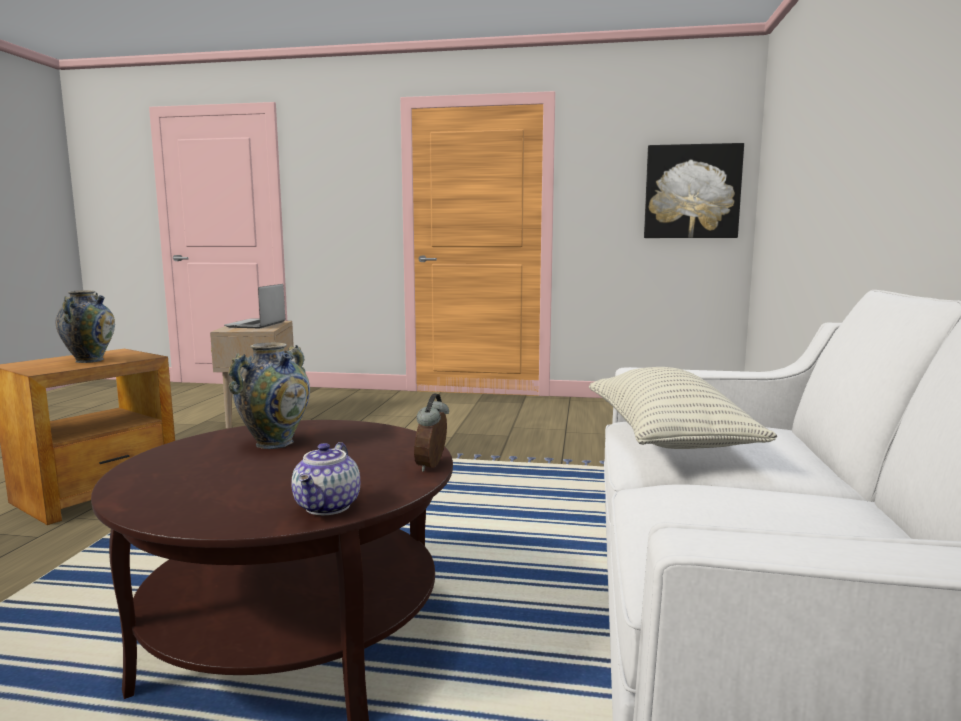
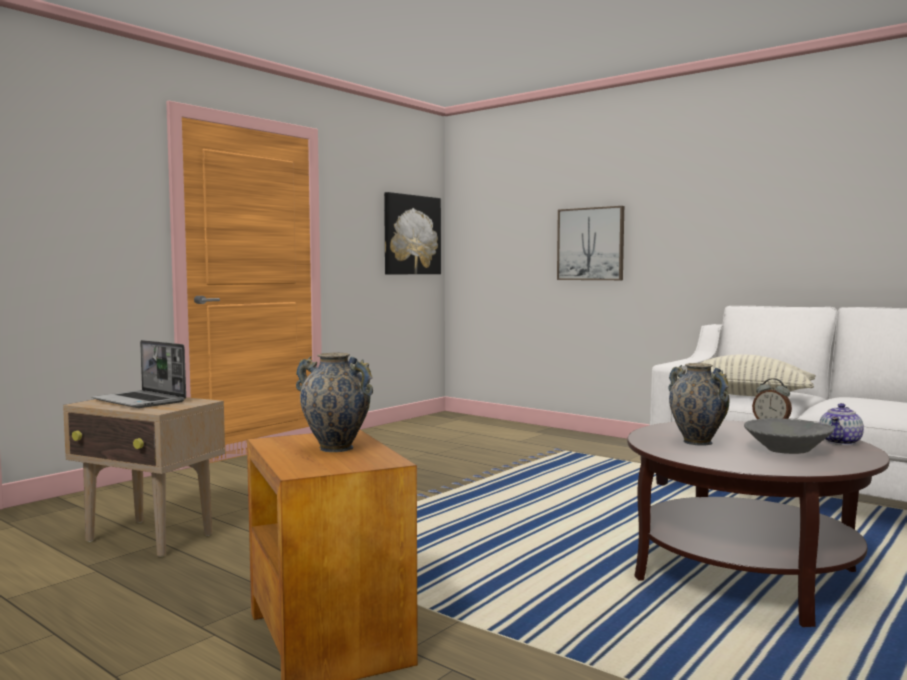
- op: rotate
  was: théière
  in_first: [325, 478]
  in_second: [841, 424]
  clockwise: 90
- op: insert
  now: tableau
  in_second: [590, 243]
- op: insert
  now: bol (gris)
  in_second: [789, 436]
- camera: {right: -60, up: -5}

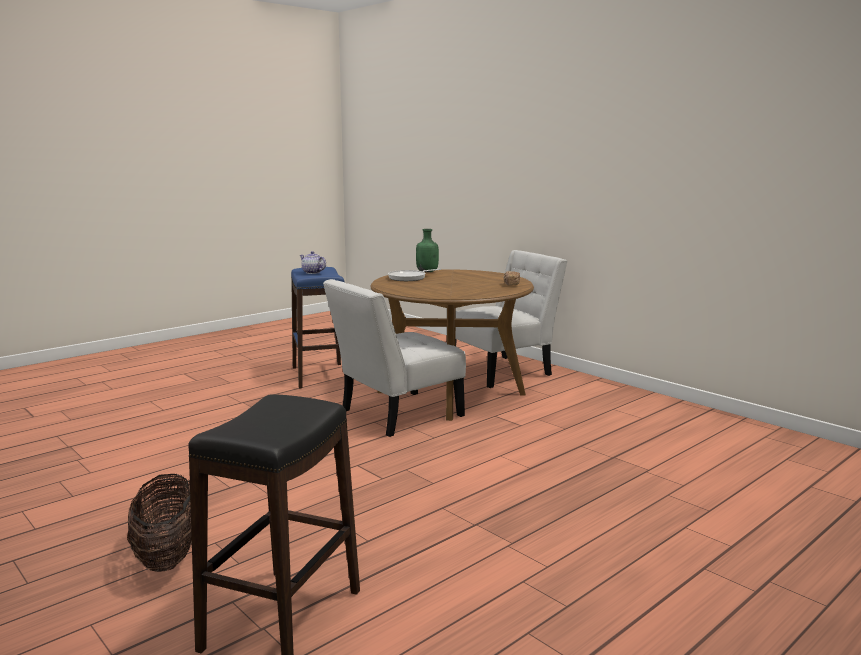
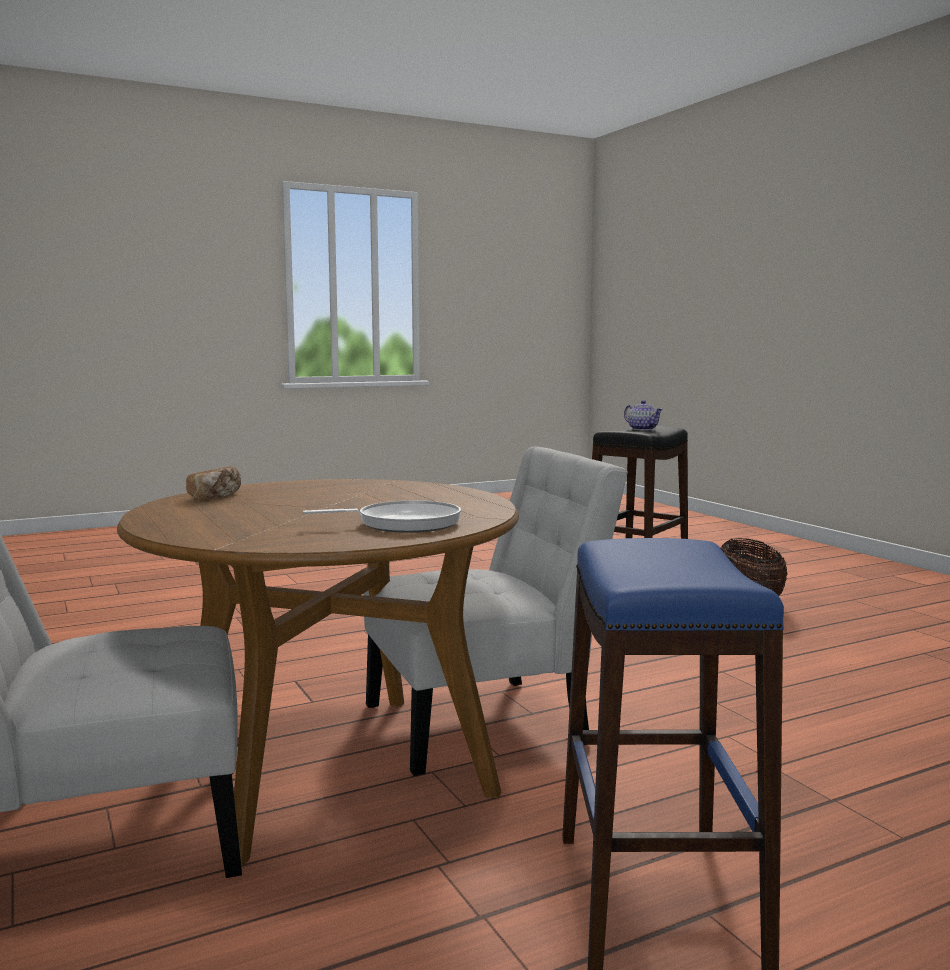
- op: move
  was: théière
  in_first: [313, 262]
  in_second: [643, 415]
- op: delete
  was: bouteille (vert)
  in_first: [427, 250]
- camera: {right: -165, up: -5}

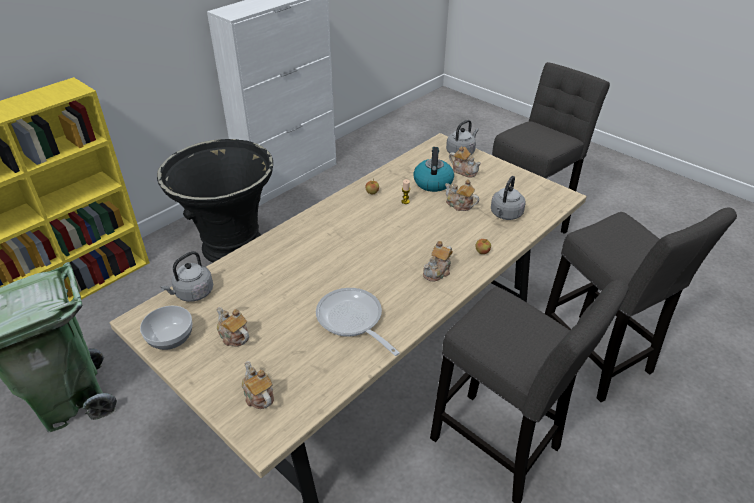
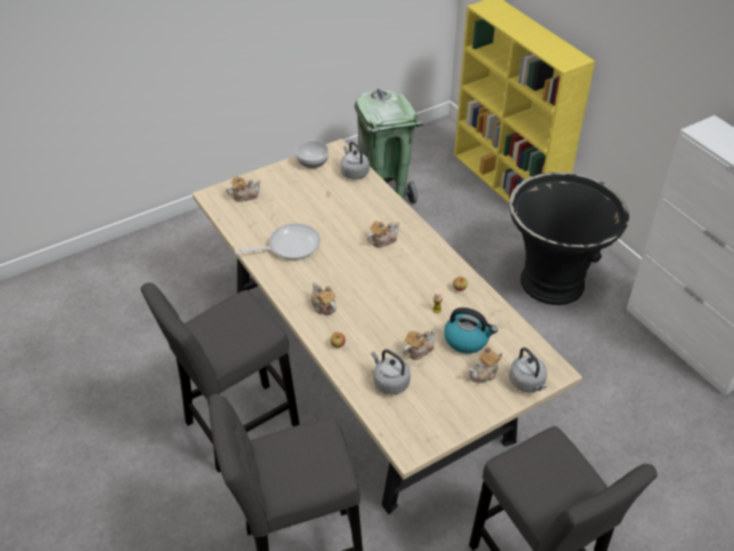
- op: move
  was: théière
  in_first: [232, 327]
  in_second: [383, 234]
- camera: {right: 105, up: 5}

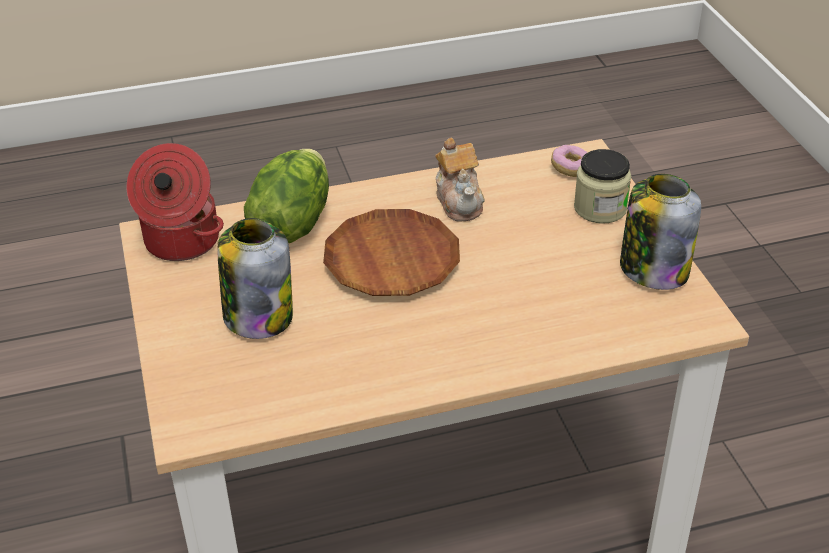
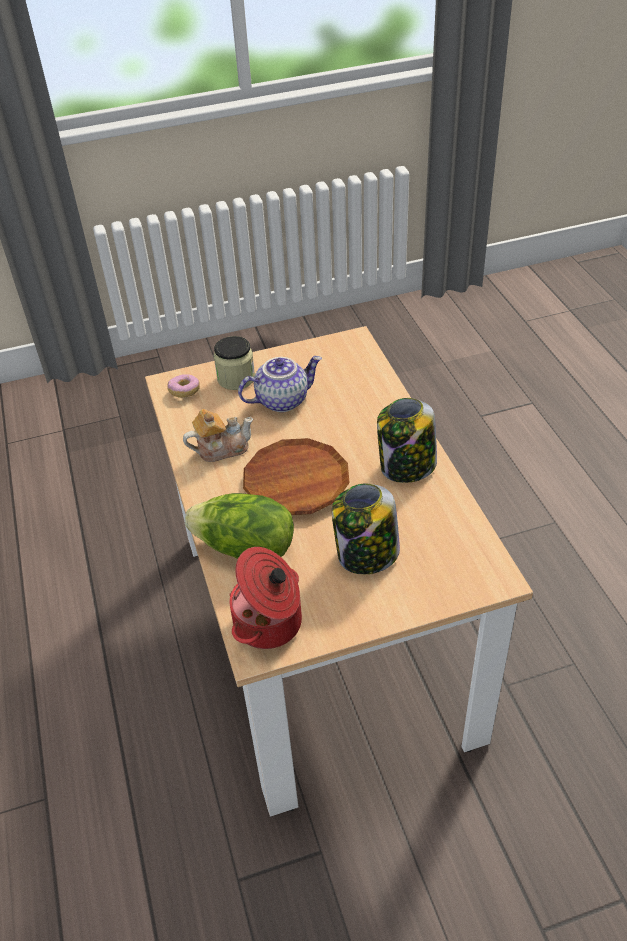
- op: move
  was: bocal
  in_first: [660, 232]
  in_second: [407, 440]
- op: insert
  now: théière
  in_second: [280, 384]
- camera: {right: -90, up: 5}

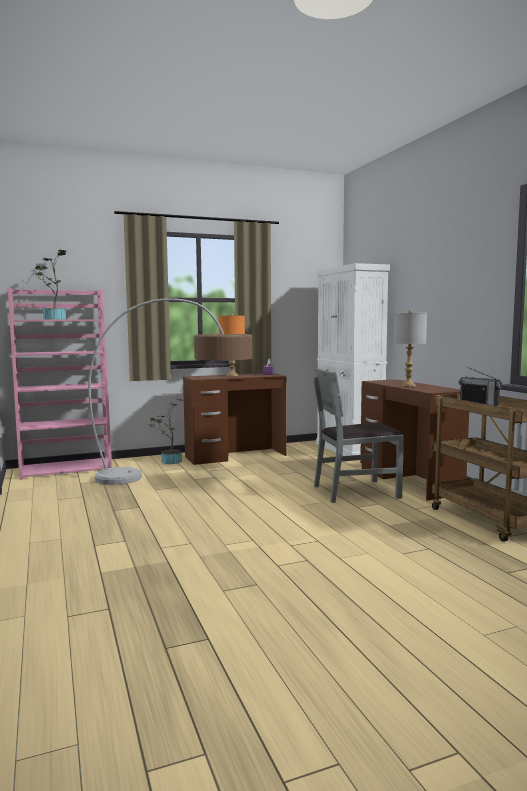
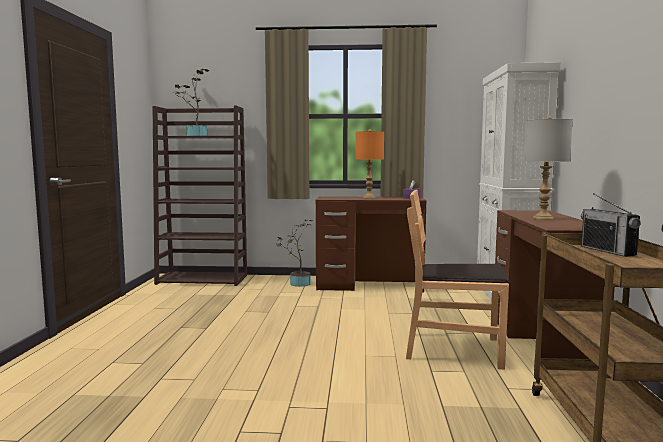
- op: recolor
  was: bibliothèque (rose)
  now: bibliothèque (marron)
  in_first: [60, 384]
  in_second: [200, 195]
- op: delete
  was: lampadaire
  in_first: [170, 391]
- op: recolor
  was: chaise (gris)
  now: chaise (marron)
  in_first: [358, 435]
  in_second: [457, 280]
- camera: {right: 25, up: 0}

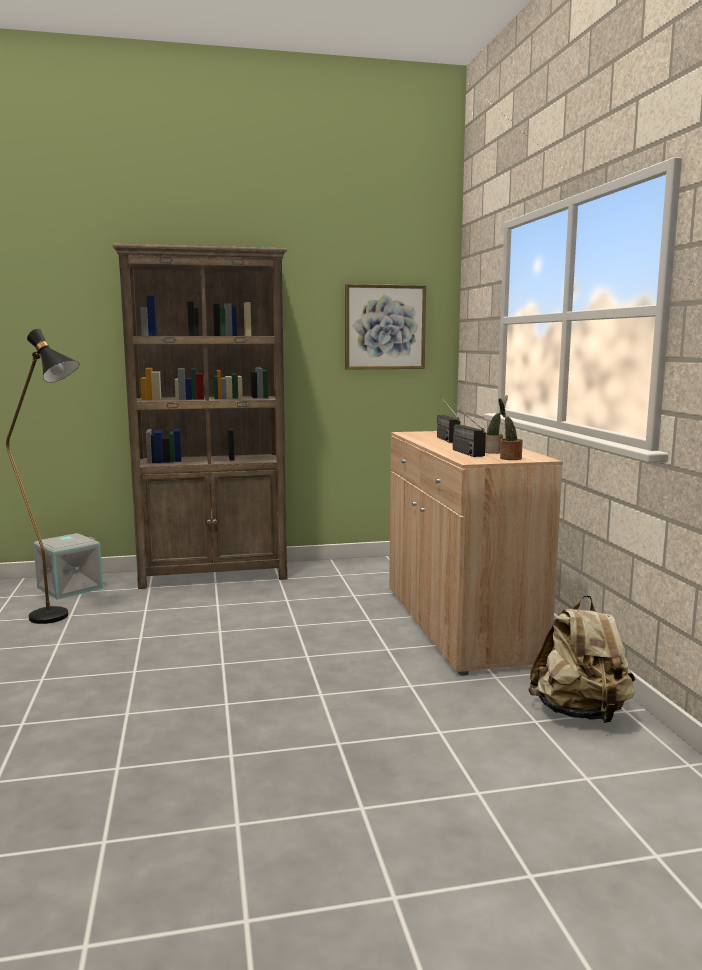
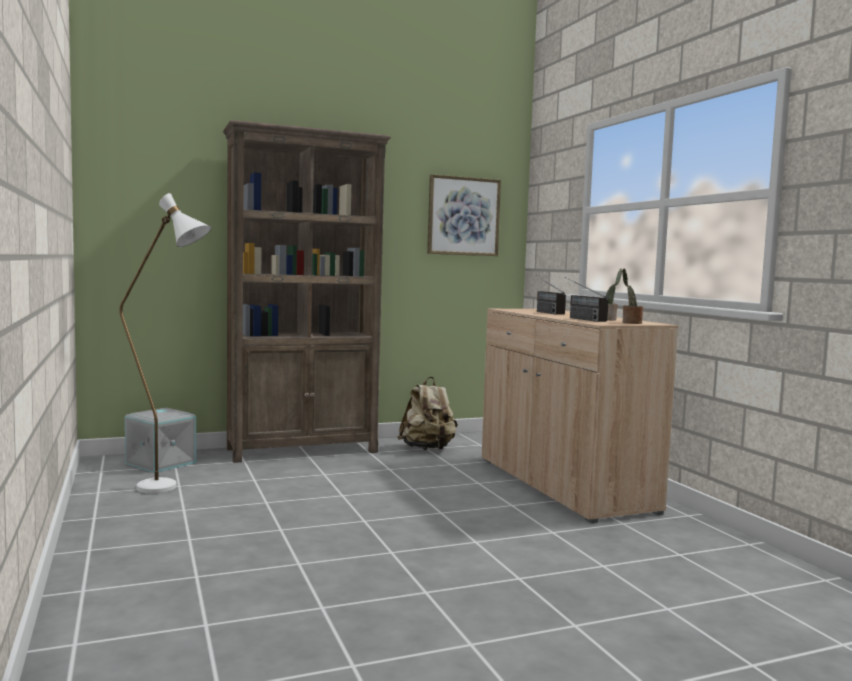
- op: recolor
  was: lampadaire (noir)
  now: lampadaire (blanc)
  in_first: [42, 476]
  in_second: [165, 343]
- op: move
  was: sac à dos (beige)
  in_first: [581, 659]
  in_second: [427, 413]
- camera: {right: -10, up: -5}

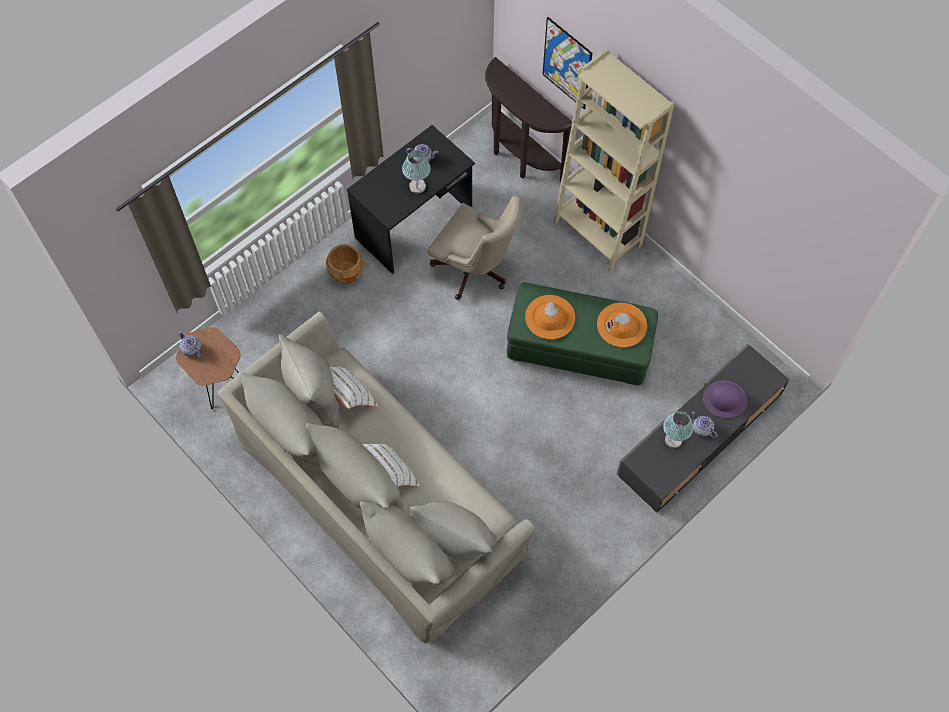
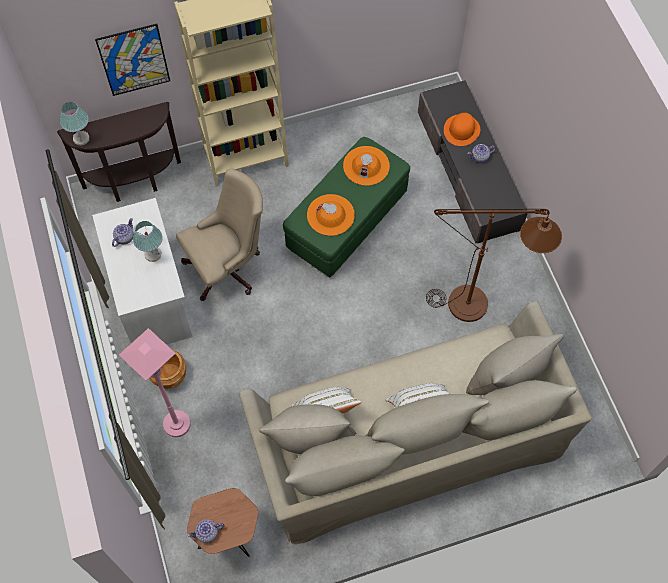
- op: recolor
  was: bureau (noir)
  now: bureau (blanc)
  in_first: [411, 199]
  in_second: [142, 271]
- op: move
  was: lampe de table
  in_first: [678, 429]
  in_second: [74, 124]
- op: recolor
  was: chapeau (violet)
  now: chapeau (orange)
  in_first: [725, 399]
  in_second: [462, 129]
- op: insert
  now: lampadaire (rose)
  in_second: [155, 382]
- op: insert
  now: lampadaire (marron)
  in_second: [494, 265]
- camera: {right: -65, up: 0}

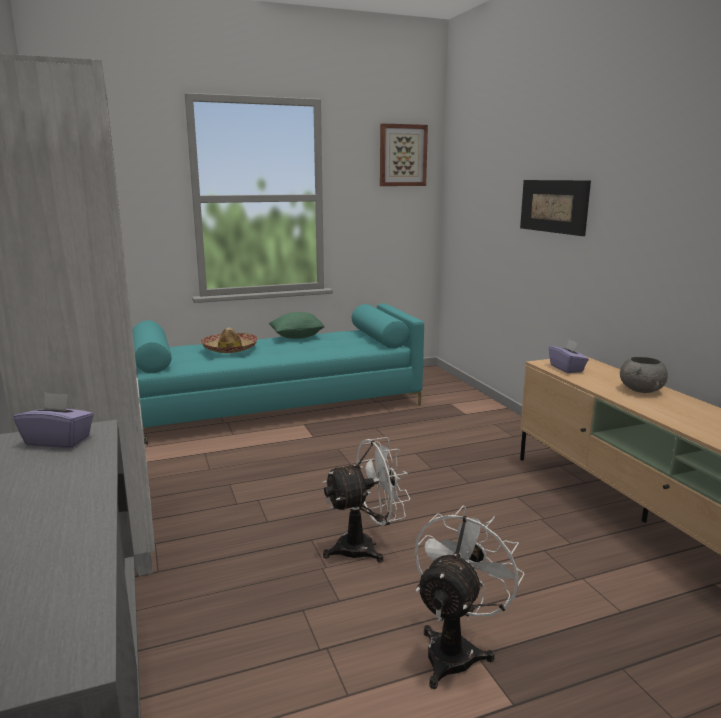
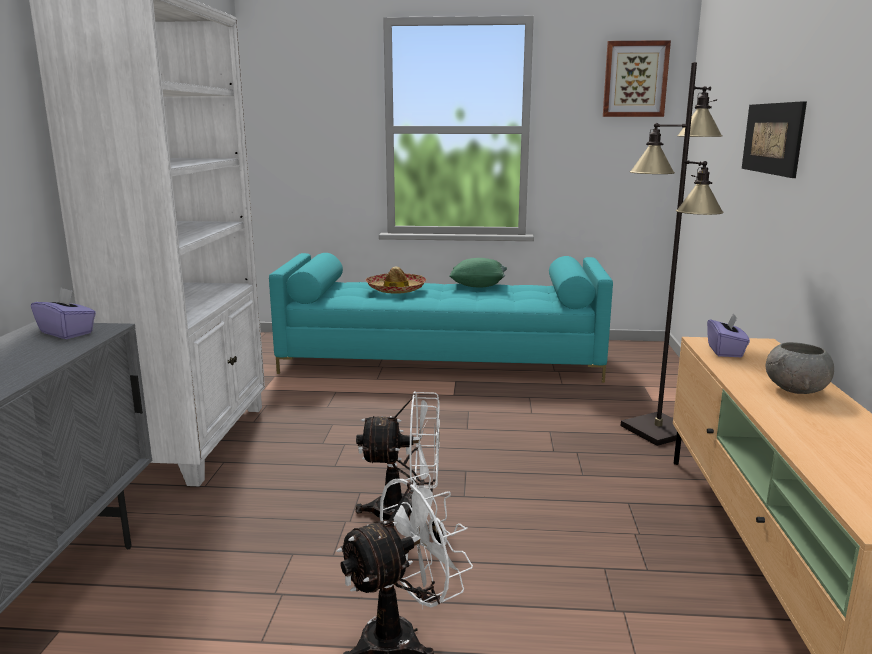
- op: insert
  now: lampadaire (noir)
  in_second: [672, 254]
- camera: {right: 25, up: 0}

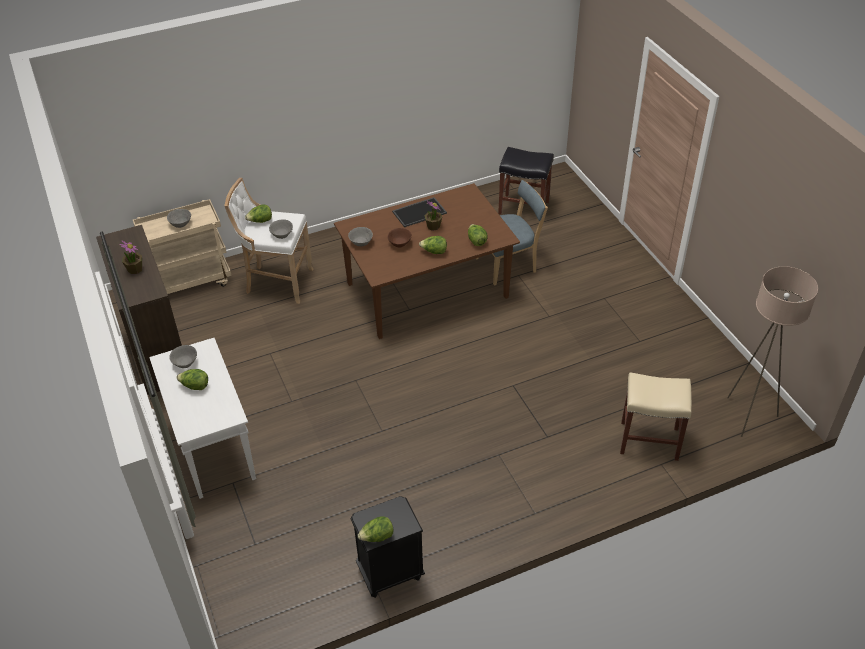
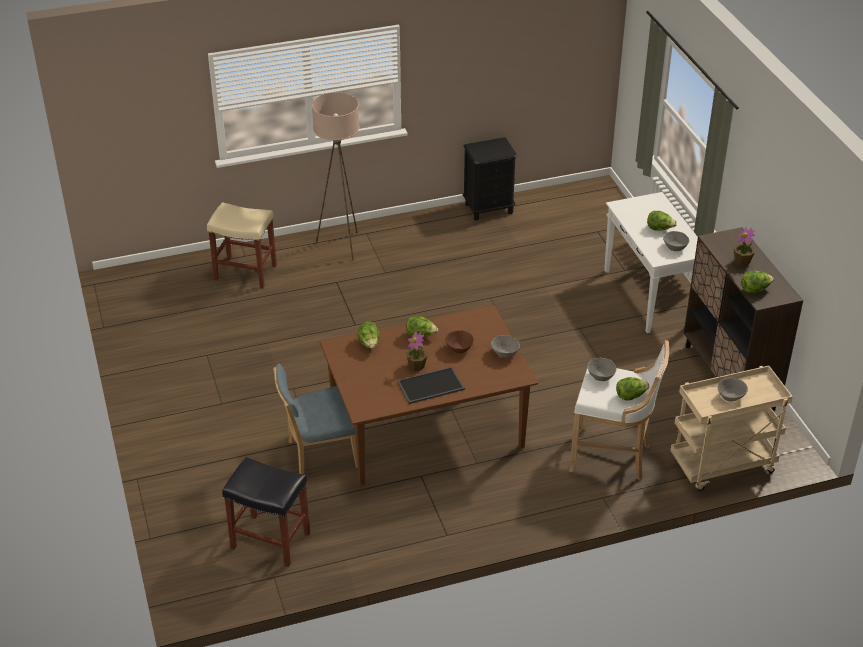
- op: move
  was: laitue
  in_first: [375, 529]
  in_second: [757, 281]
- op: move
  was: lampadaire (beige)
  in_first: [772, 351]
  in_second: [336, 176]
- camera: {right: -175, up: -5}

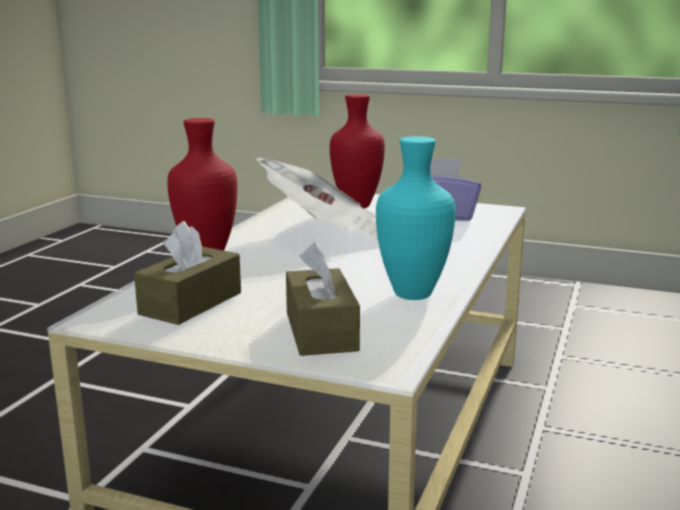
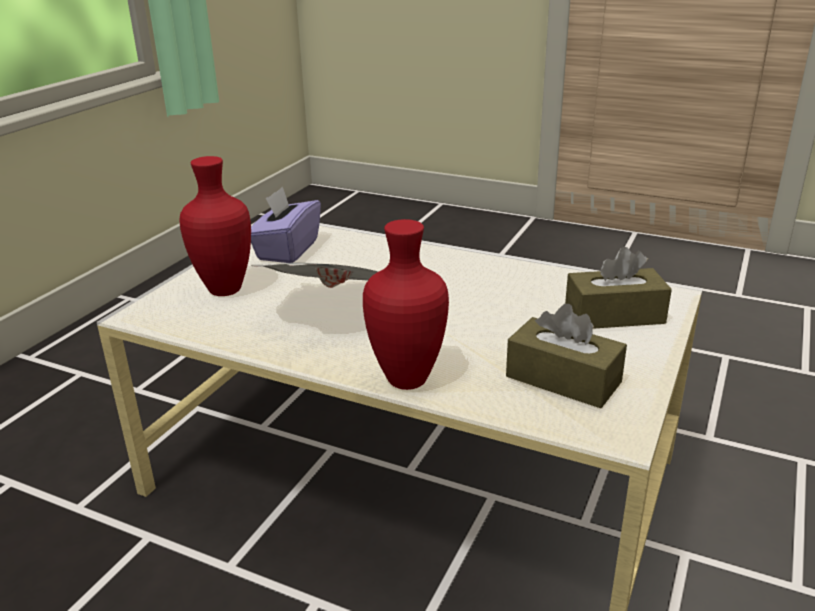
- op: delete
  was: vase (turquoise)
  in_first: [416, 218]
- camera: {right: -85, up: 10}

